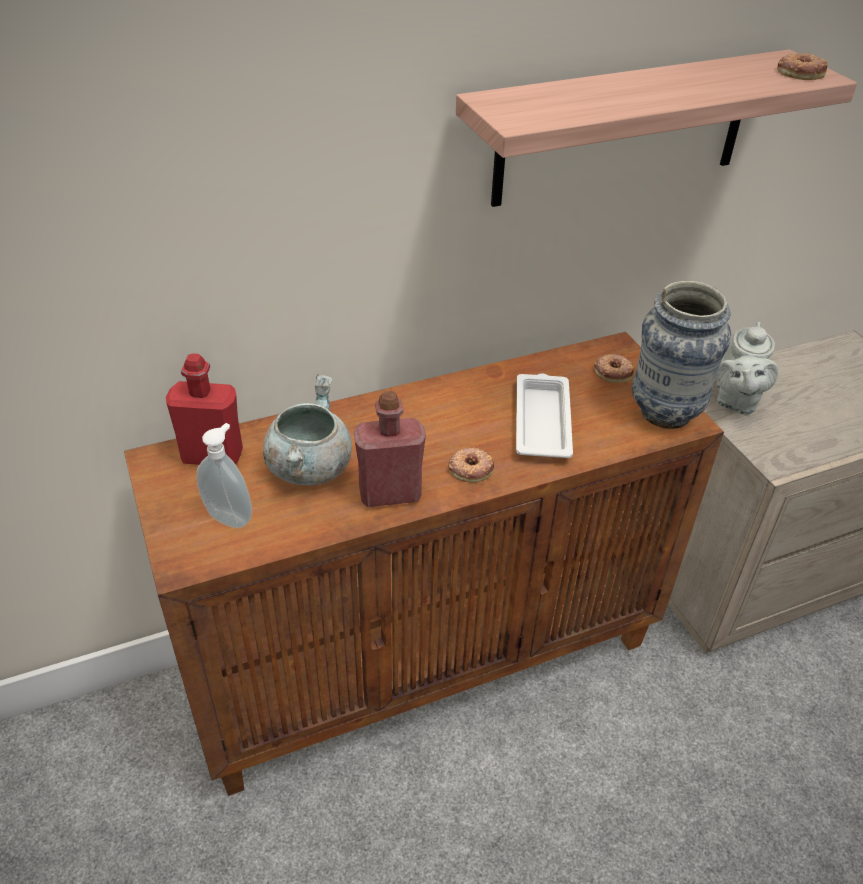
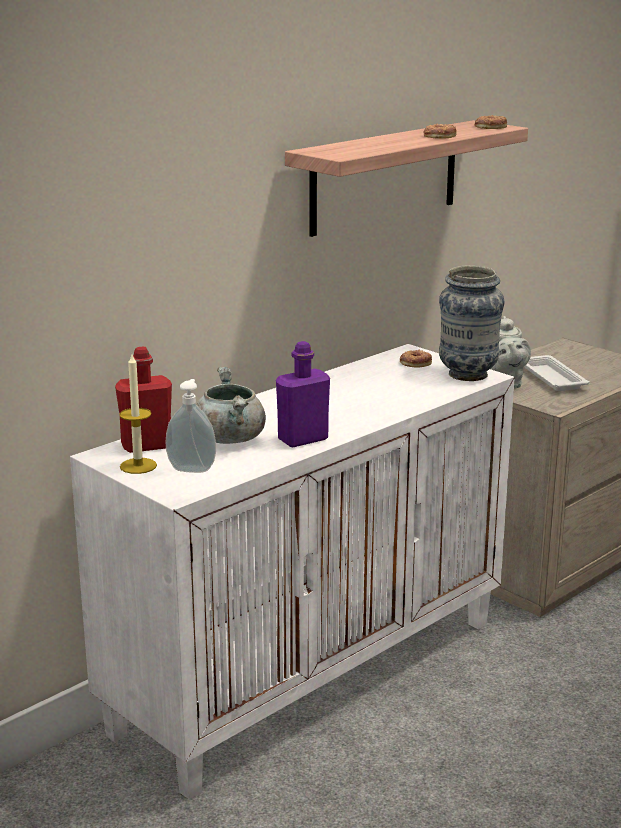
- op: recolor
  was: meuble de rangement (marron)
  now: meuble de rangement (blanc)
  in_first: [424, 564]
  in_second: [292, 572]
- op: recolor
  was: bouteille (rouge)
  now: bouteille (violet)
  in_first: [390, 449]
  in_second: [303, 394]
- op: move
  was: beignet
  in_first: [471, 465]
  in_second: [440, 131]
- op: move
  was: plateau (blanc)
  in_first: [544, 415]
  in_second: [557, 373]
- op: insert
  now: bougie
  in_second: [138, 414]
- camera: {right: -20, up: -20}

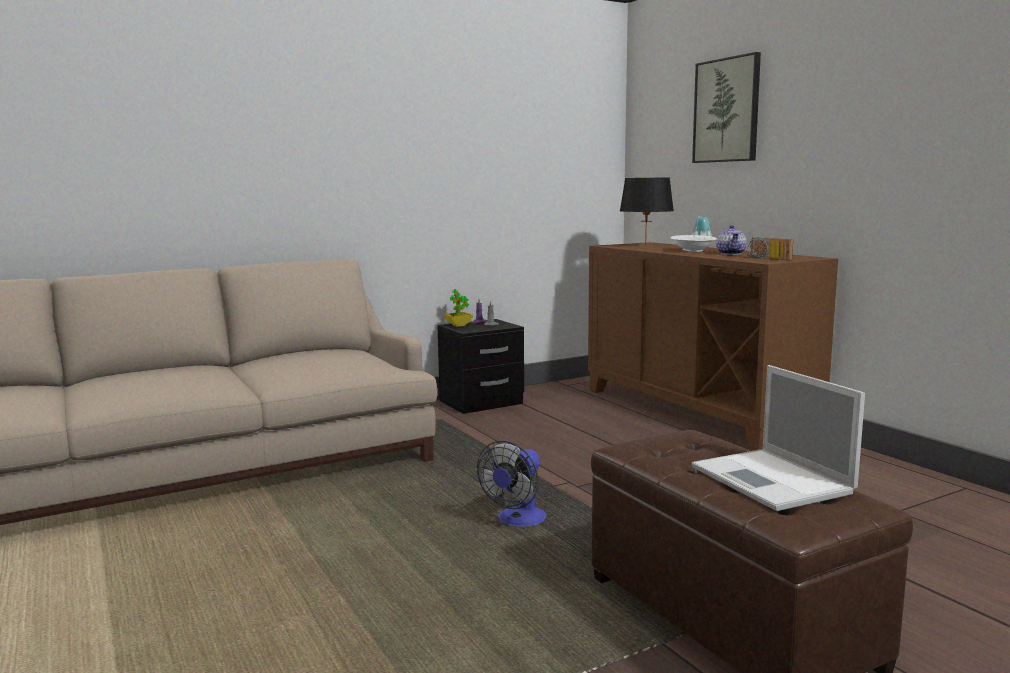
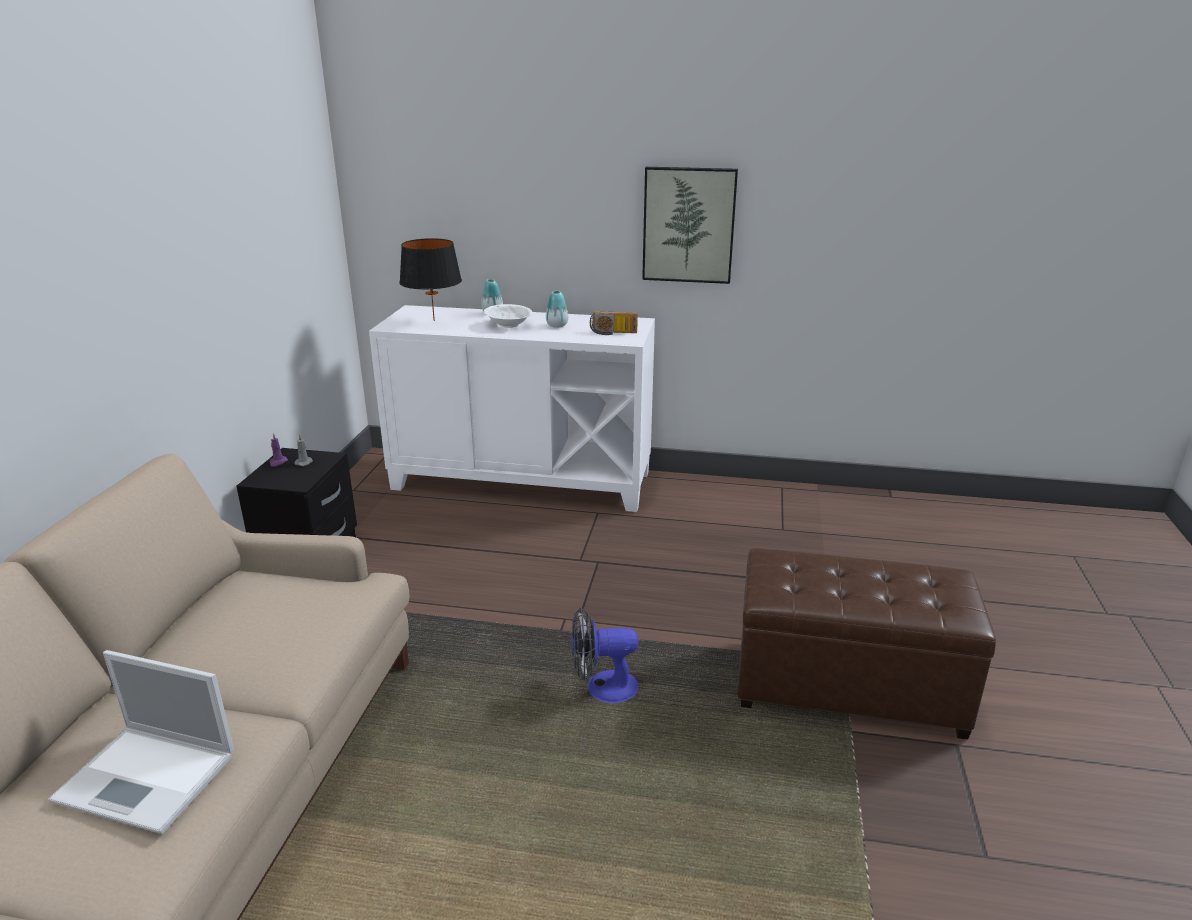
- op: delete
  was: plante en pot
  in_first: [458, 308]
- op: rotate
  was: ventilateur
  in_first: [511, 484]
  in_second: [604, 655]
  clockwise: 105
- op: recolor
  was: meuble de rangement (marron)
  now: meuble de rangement (blanc)
  in_first: [713, 346]
  in_second: [512, 408]
- op: move
  was: tableau
  in_first: [726, 107]
  in_second: [690, 225]
- op: move
  was: ordinateur portable
  in_first: [778, 438]
  in_second: [141, 742]
- op: replace
  was: théière
  now: vase
  in_first: [731, 240]
  in_second: [557, 309]
- camera: {right: -50, up: 15}

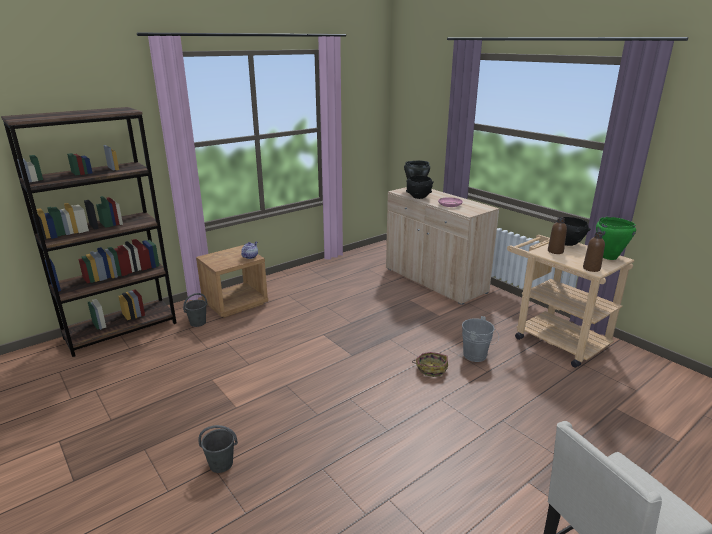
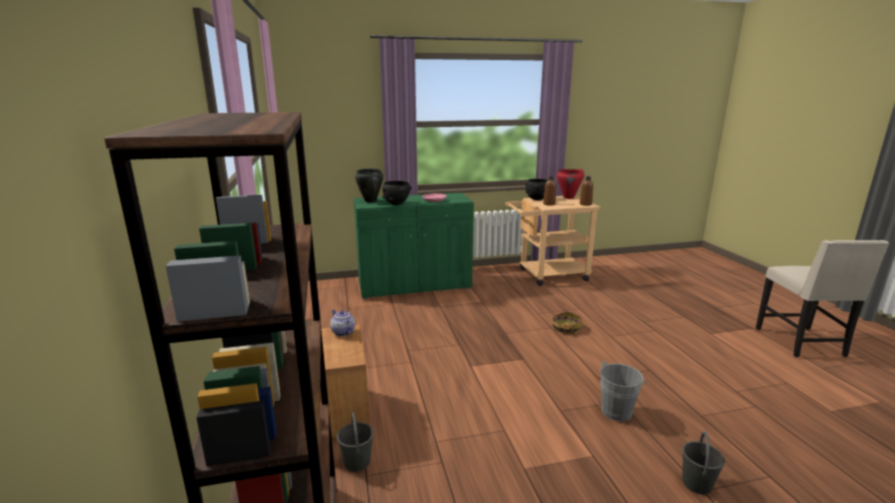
- op: recolor
  was: meuble de rangement (beige)
  now: meuble de rangement (vert)
  in_first: [443, 246]
  in_second: [414, 246]
- op: move
  was: seau (gris)
  in_first: [480, 339]
  in_second: [624, 391]
- op: recolor
  was: marmite (vert)
  now: marmite (rouge)
  in_first: [616, 238]
  in_second: [570, 184]
- camera: {right: -65, up: -5}

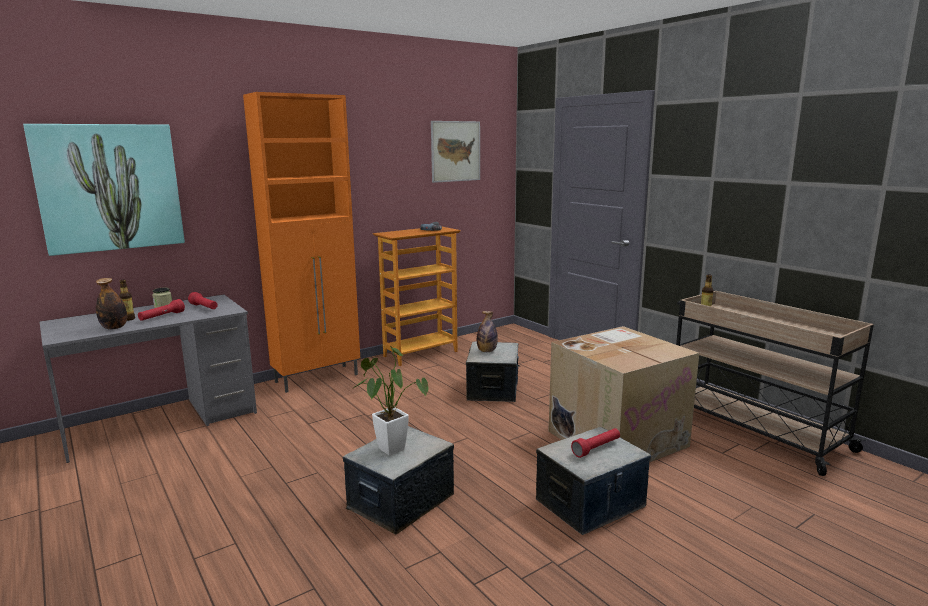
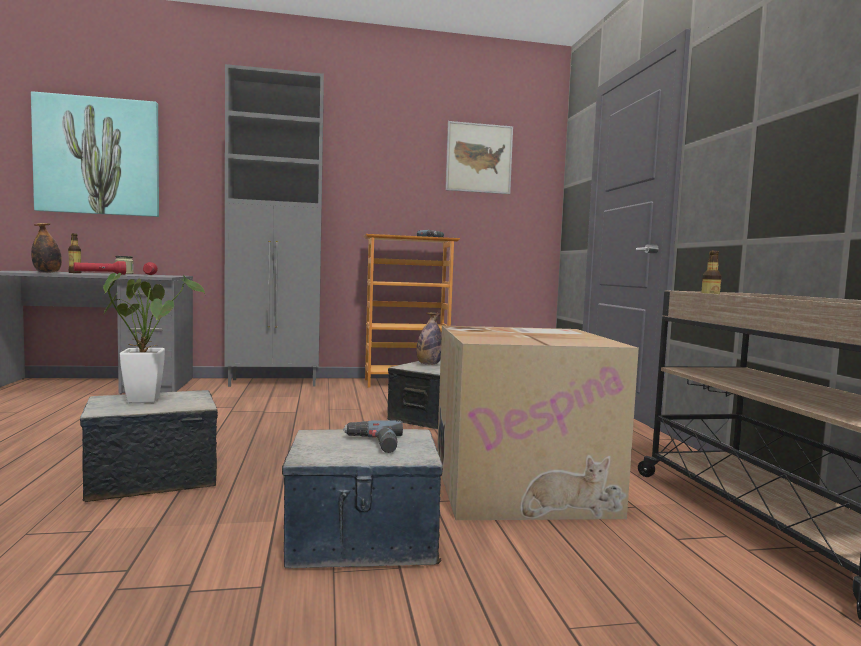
- op: recolor
  was: meuble de rangement (orange)
  now: meuble de rangement (gris)
  in_first: [301, 242]
  in_second: [274, 225]
- op: replace
  was: lampe de poche (rouge)
  now: perceuse
  in_first: [595, 443]
  in_second: [373, 436]
- camera: {right: 25, up: -10}

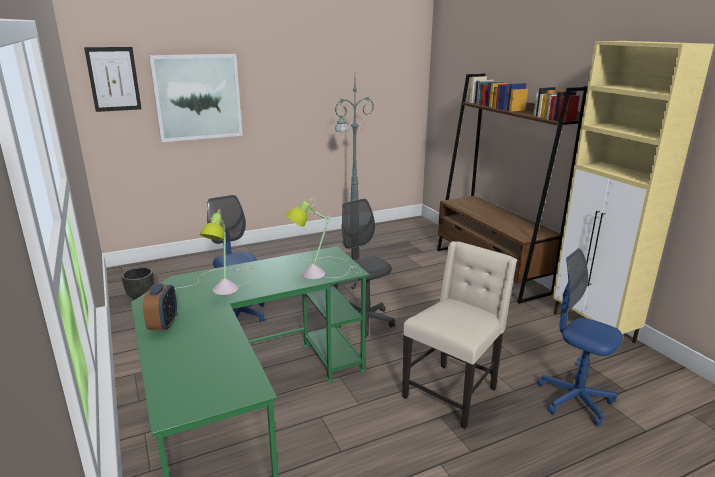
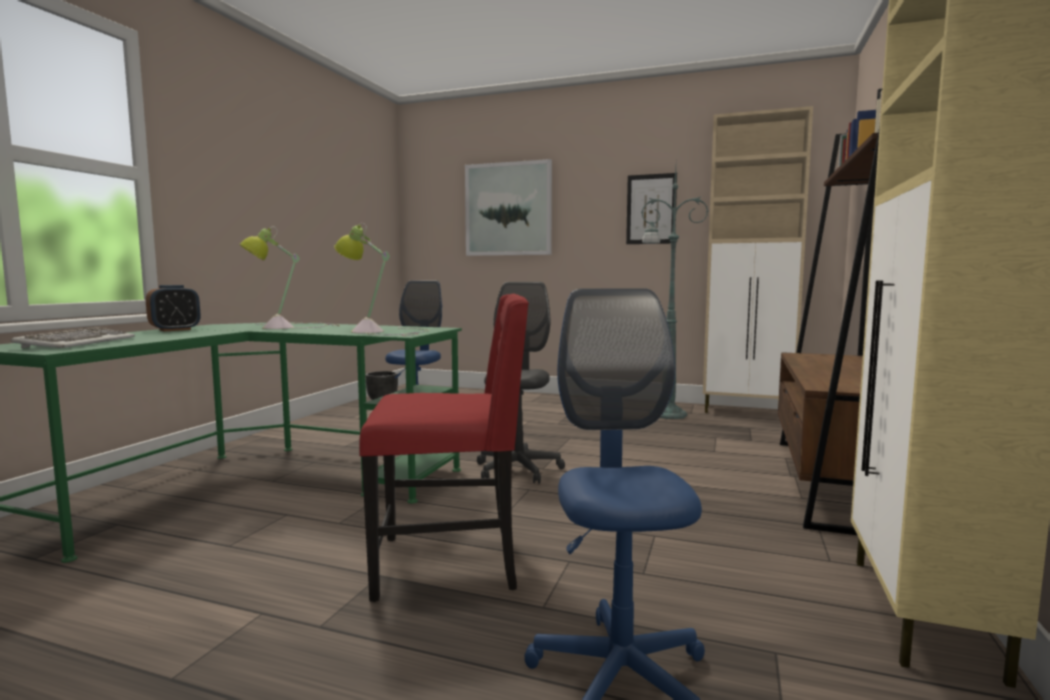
- op: move
  was: tableau
  in_first: [113, 79]
  in_second: [651, 208]
- op: recolor
  was: chaise (beige)
  now: chaise (rouge)
  in_first: [459, 335]
  in_second: [444, 448]
- op: insert
  now: clavier
  in_second: [73, 337]
- op: insert
  now: meuble de rangement (beige)
  in_second: [758, 259]
- camera: {right: 45, up: -15}

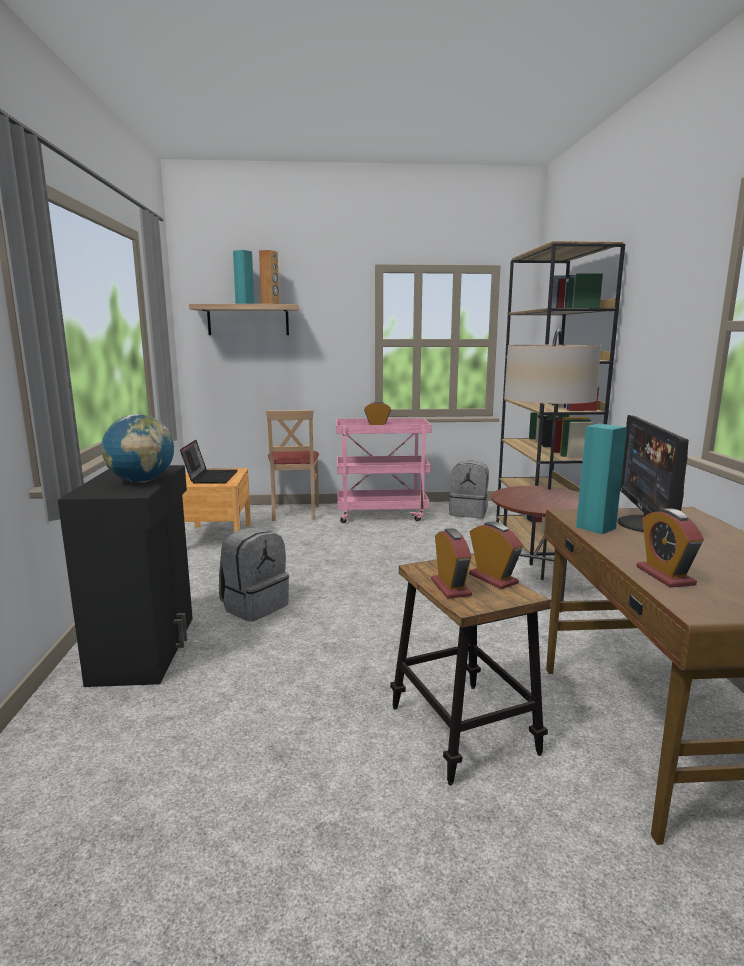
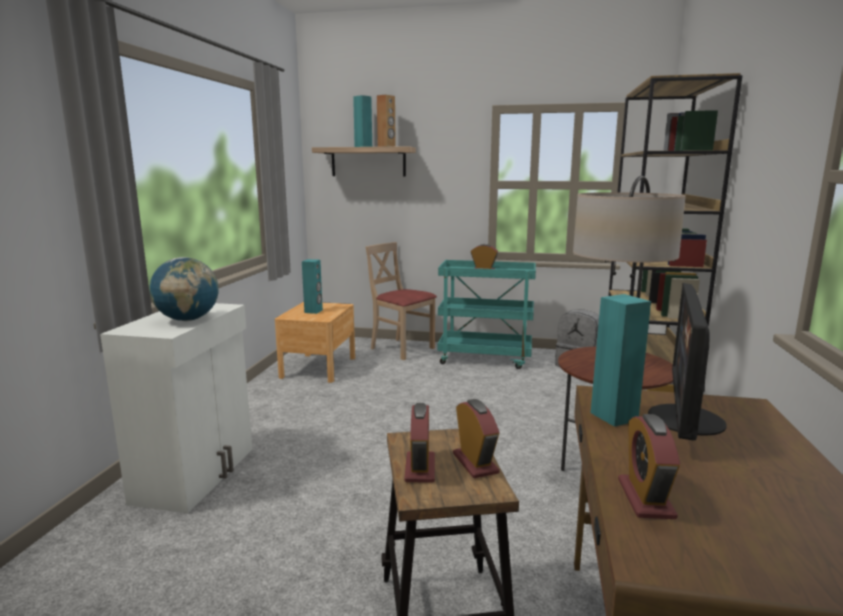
- op: recolor
  was: meuble de rangement (noir)
  now: meuble de rangement (blanc)
  in_first: [125, 576]
  in_second: [176, 408]
- op: replace
  was: ordinateur portable
  now: enceinte (turquoise)
  in_first: [209, 462]
  in_second: [312, 286]
- op: delete
  was: sac à dos (gris)
  in_first: [254, 574]
- op: rotate
  was: chaise (beige)
  in_first: [292, 465]
  in_second: [401, 301]
  clockwise: 120
- op: recolor
  was: chariot (rose)
  now: chariot (turquoise)
  in_first: [384, 470]
  in_second: [487, 314]
- camera: {right: 15, up: 0}

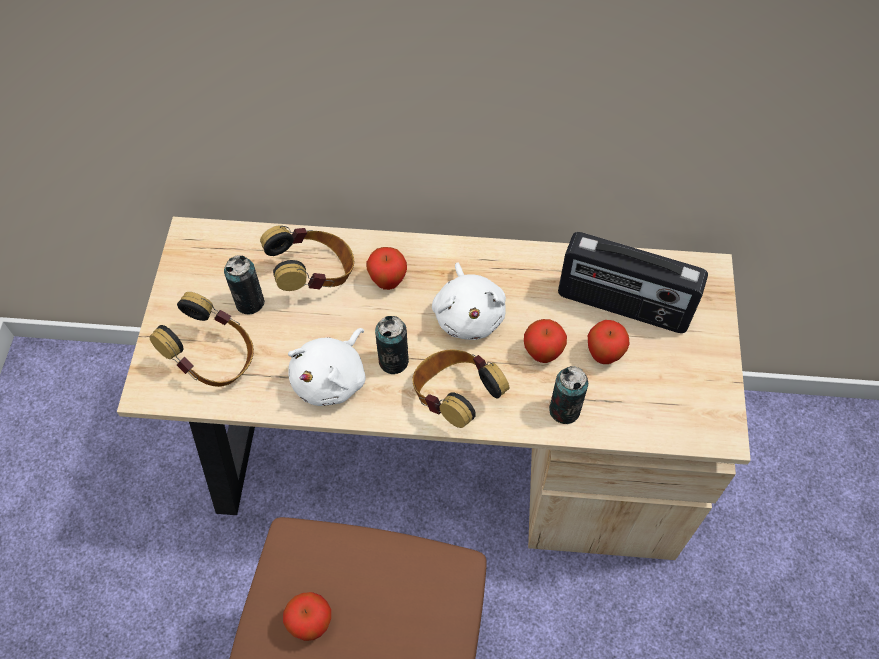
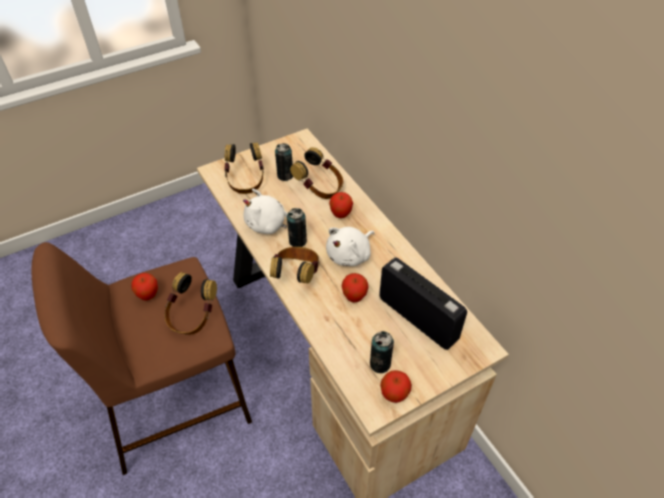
- op: move
  was: boîte métallique
  in_first: [568, 395]
  in_second: [382, 352]
- op: rotate
  was: radio
  in_first: [633, 282]
  in_second: [423, 304]
  clockwise: 150
- op: move
  was: pomme
  in_first: [609, 342]
  in_second: [396, 386]
- op: insert
  now: casque audio
  in_second: [191, 303]
- camera: {right: 55, up: -10}

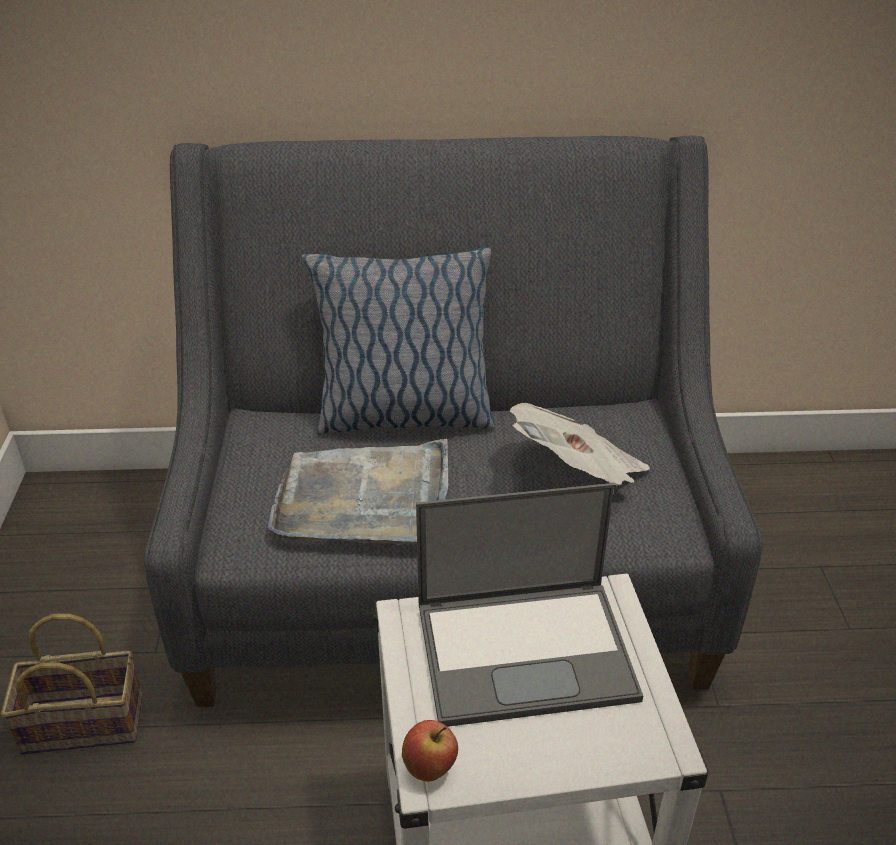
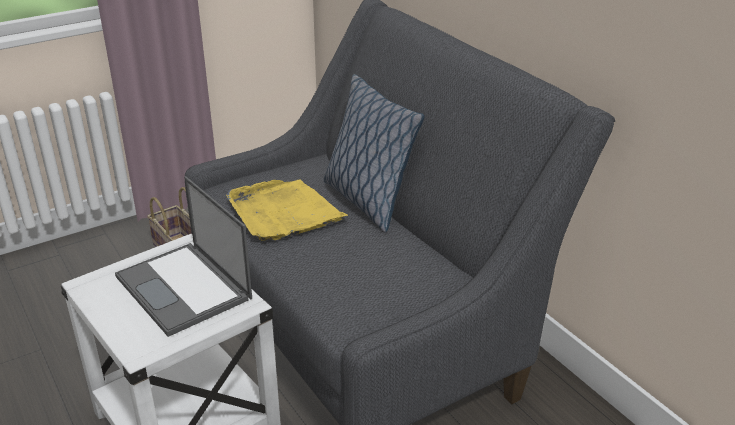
- op: recolor
  was: plateau (gris)
  now: plateau (jaune)
  in_first: [358, 491]
  in_second: [287, 210]
- op: delete
  was: pomme
  in_first: [430, 751]
- op: delete
  was: journal
  in_first: [580, 444]
- camera: {right: 60, up: -5}

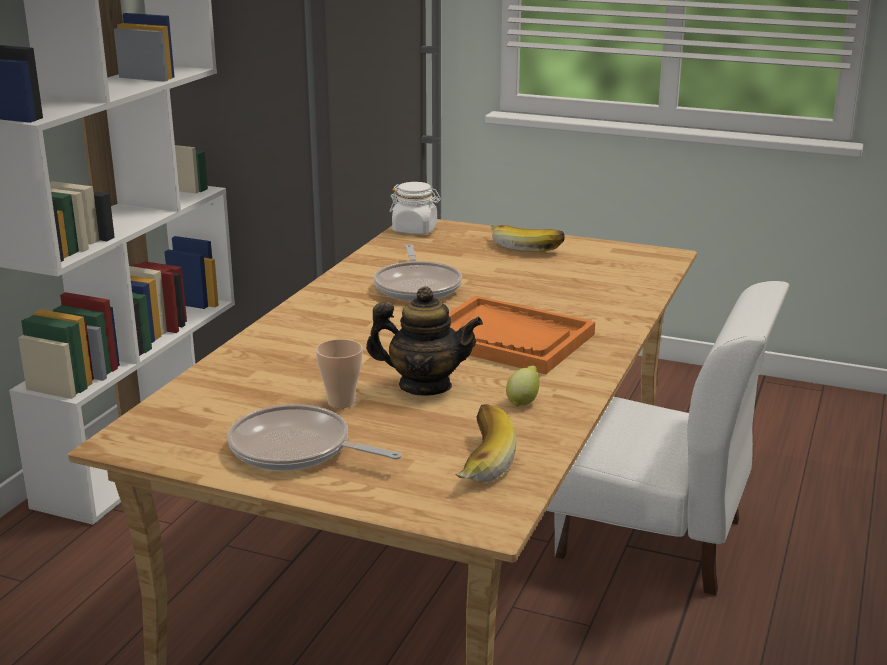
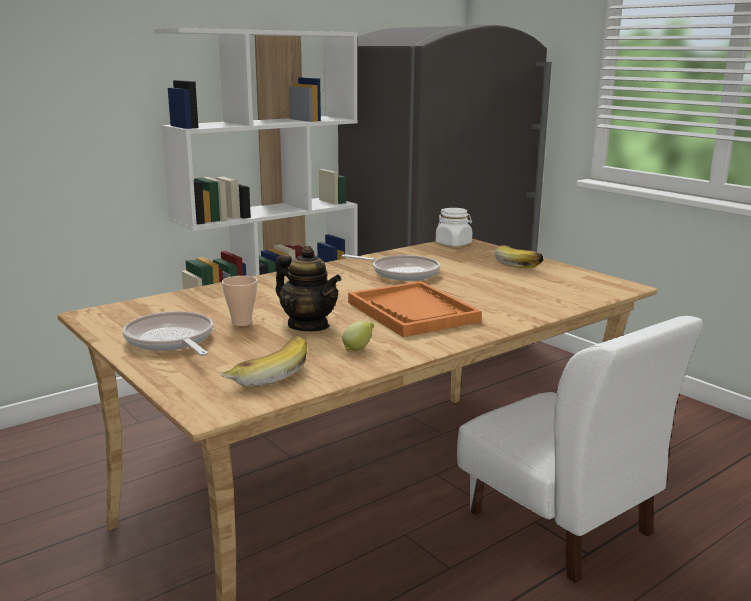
- op: rotate
  was: poêle
  in_first: [418, 272]
  in_second: [391, 268]
  clockwise: -90
- camera: {right: 30, up: -5}

